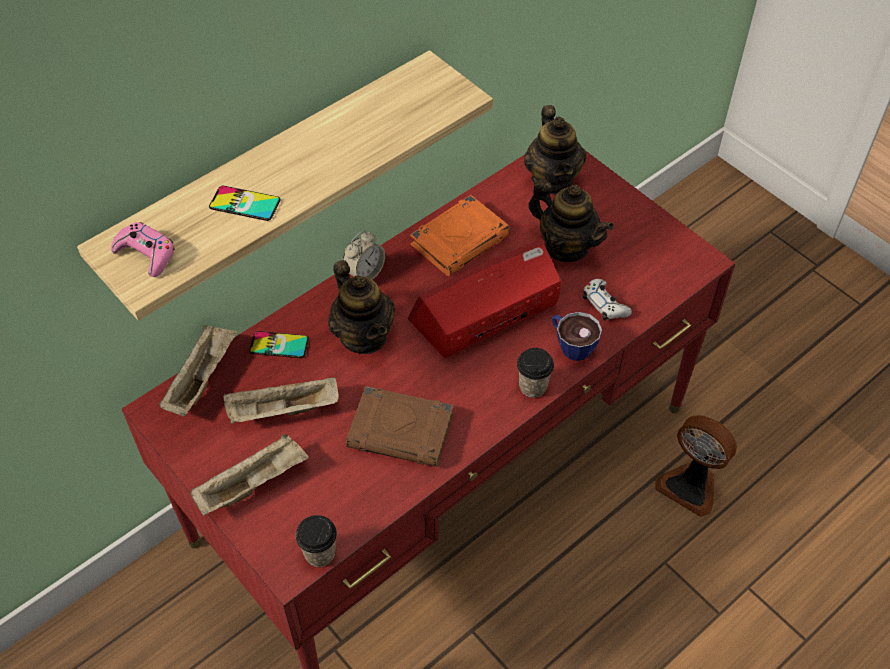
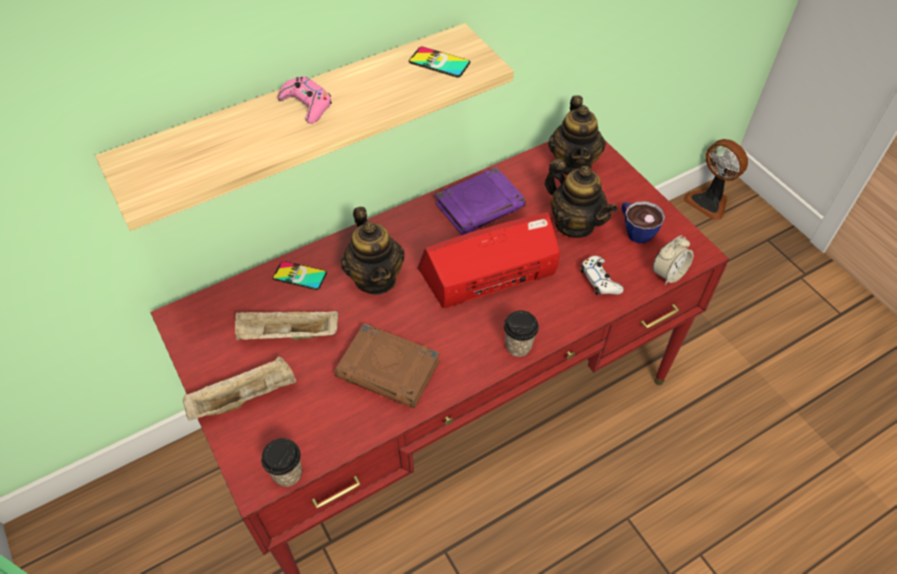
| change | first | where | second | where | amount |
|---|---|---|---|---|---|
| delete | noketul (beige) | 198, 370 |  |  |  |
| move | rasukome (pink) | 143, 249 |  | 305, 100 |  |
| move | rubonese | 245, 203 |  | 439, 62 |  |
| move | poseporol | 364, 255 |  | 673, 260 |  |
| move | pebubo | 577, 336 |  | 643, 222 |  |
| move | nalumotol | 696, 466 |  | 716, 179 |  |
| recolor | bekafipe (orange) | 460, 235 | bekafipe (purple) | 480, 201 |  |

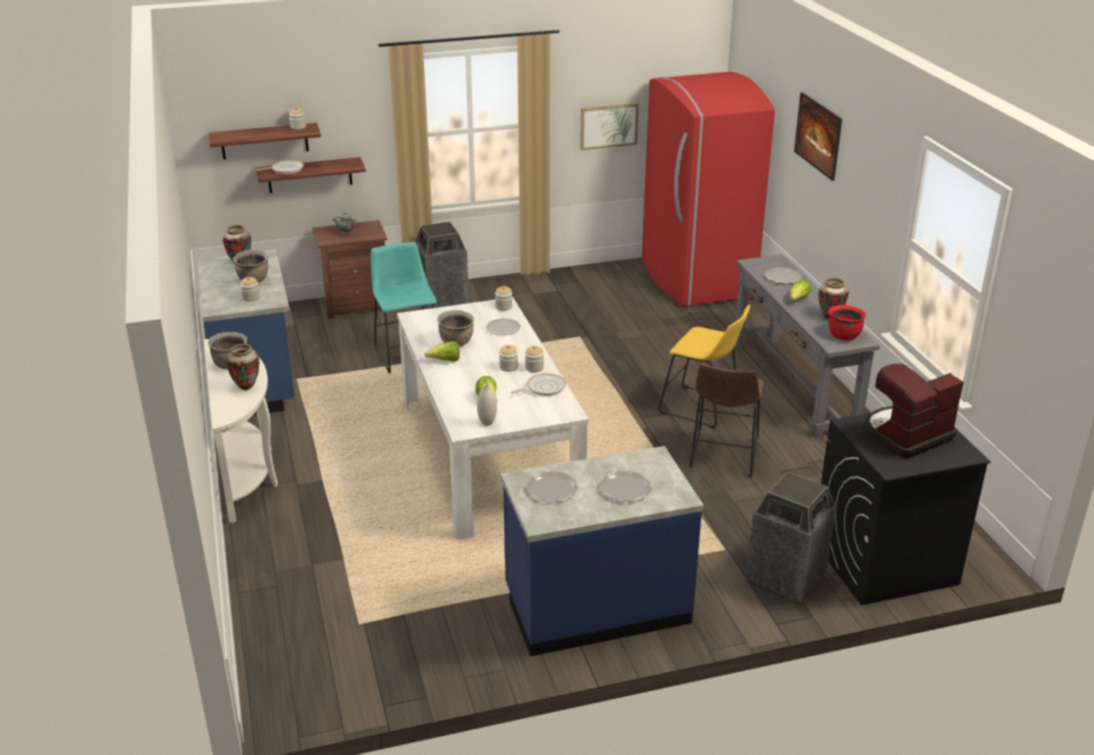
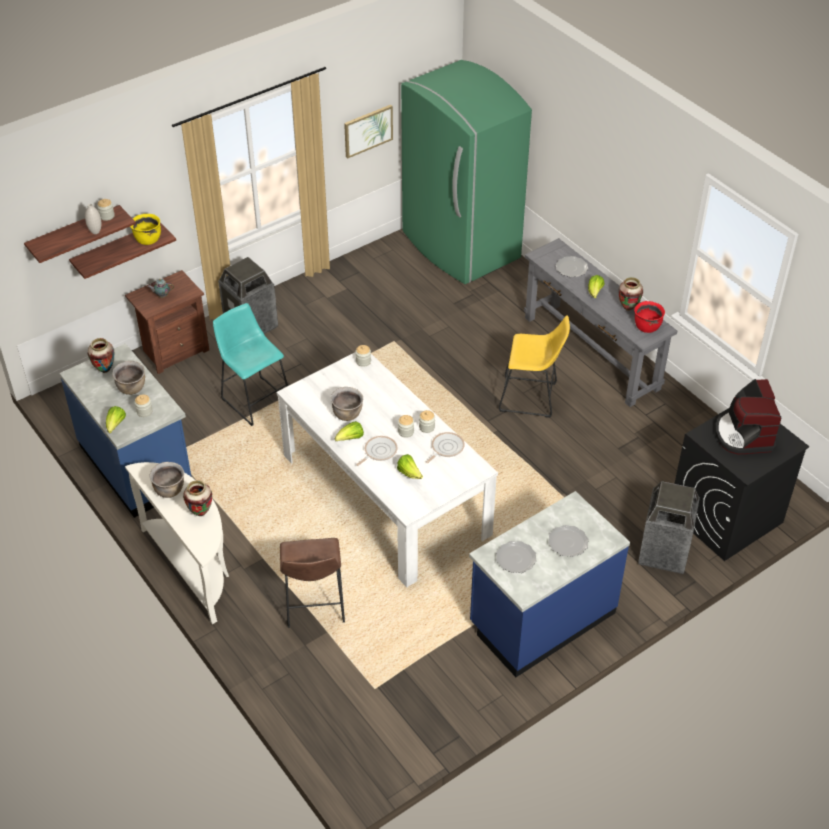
| change | first | where | second | where | amount |
|---|---|---|---|---|---|
| delete | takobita | 503, 326 |  |  |  |
| delete | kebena | 818, 136 |  |  |  |
| insert |  |  | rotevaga | 116, 419 |  |
| insert |  |  | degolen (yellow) | 145, 229 |  |
| move | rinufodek | 280, 167 |  | 377, 451 |  |
| move | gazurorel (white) | 487, 405 |  | 93, 219 |  |
| move | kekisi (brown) | 726, 420 |  | 312, 583 |  |
| recolor | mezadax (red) | 708, 189 | mezadax (green) | 466, 172 |  |
| rotate | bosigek | 914, 411 |  | 748, 416 | 45 degrees counterclockwise |

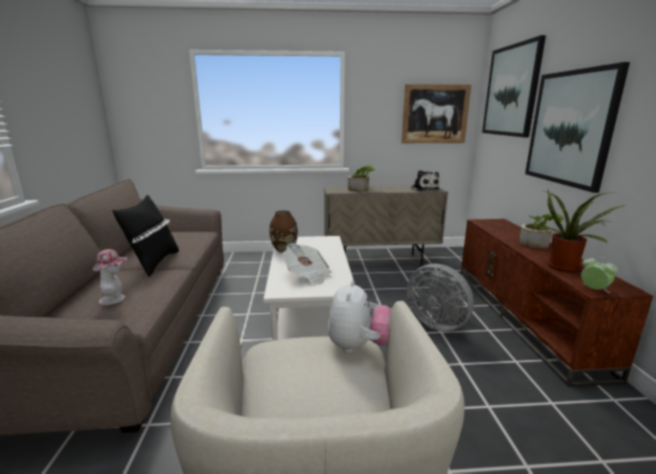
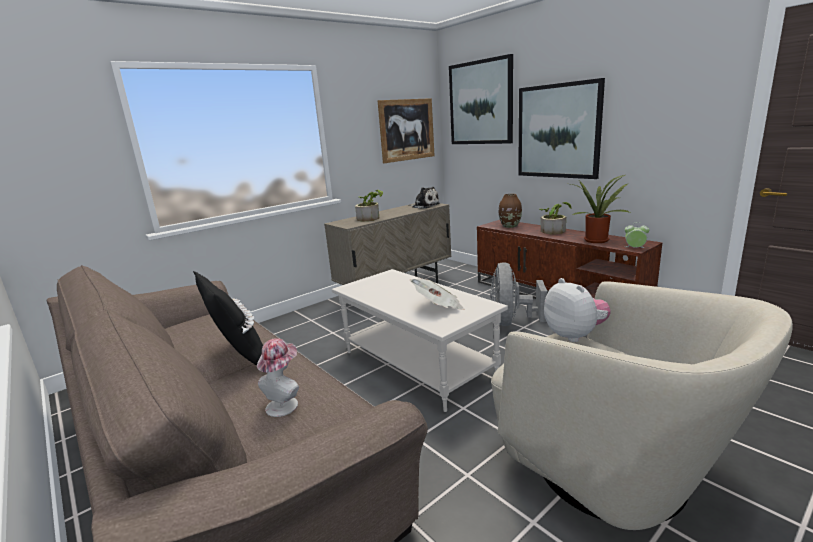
| change | first | where | second | where | amount |
|---|---|---|---|---|---|
| move | gazurorel (brown) | 284, 231 |  | 510, 211 |  |
| rotate | nalumotol (grey) | 440, 297 |  | 518, 294 | 90 degrees clockwise |

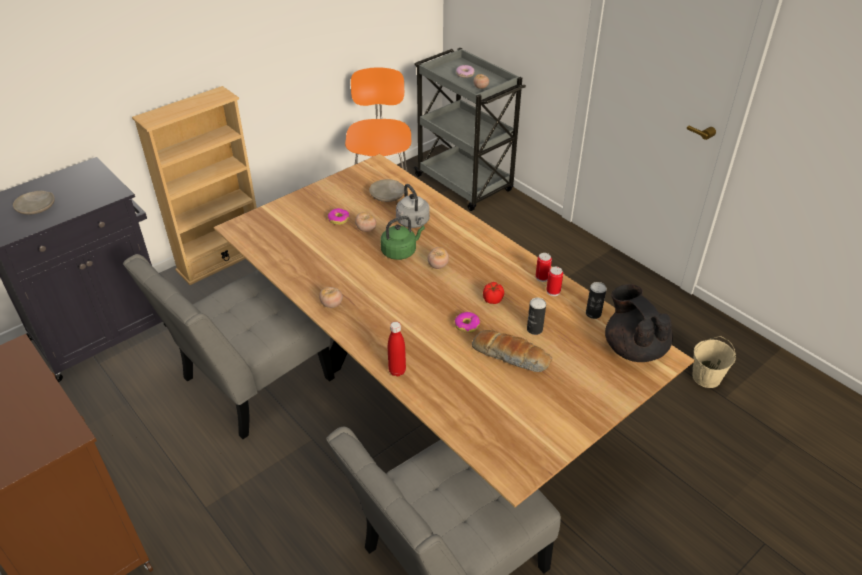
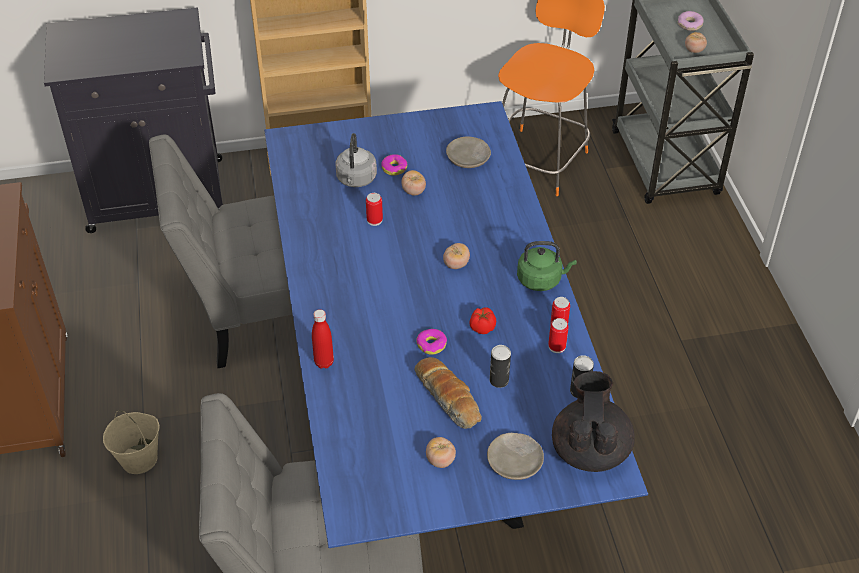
| change | first | where | second | where | amount |
|---|---|---|---|---|---|
| insert |  |  | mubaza | 374, 209 |  |
| move | takobita (beige) | 34, 203 |  | 515, 456 |  |
| move | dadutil | 331, 297 |  | 441, 452 |  |
| move | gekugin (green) | 402, 238 |  | 547, 266 |  |
| move | gekugin (grey) | 413, 206 |  | 356, 160 |  |
| move | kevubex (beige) | 714, 362 |  | 131, 442 |  |
| recolor | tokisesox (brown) | 454, 330 | tokisesox (blue) | 456, 324 |  |

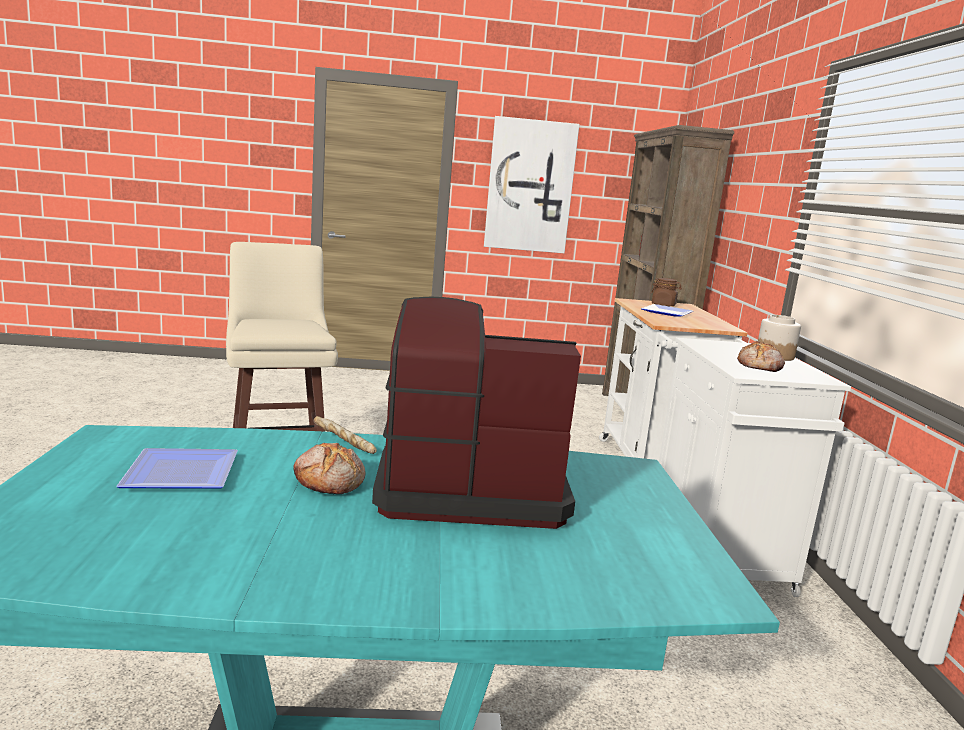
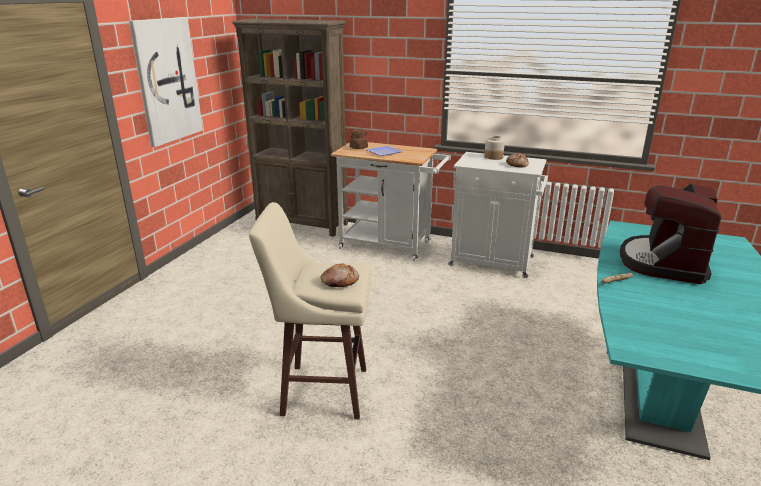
| change | first | where | second | where | amount |
|---|---|---|---|---|---|
| delete | takobita | 177, 468 |  |  |  |
| move | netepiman | 329, 468 |  | 340, 275 |  |

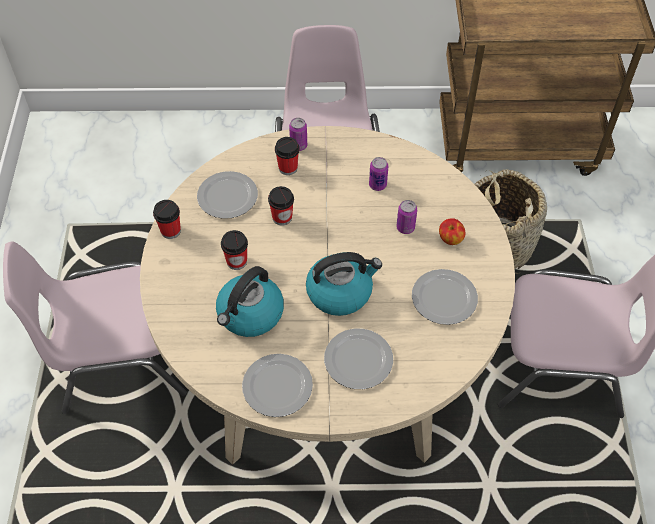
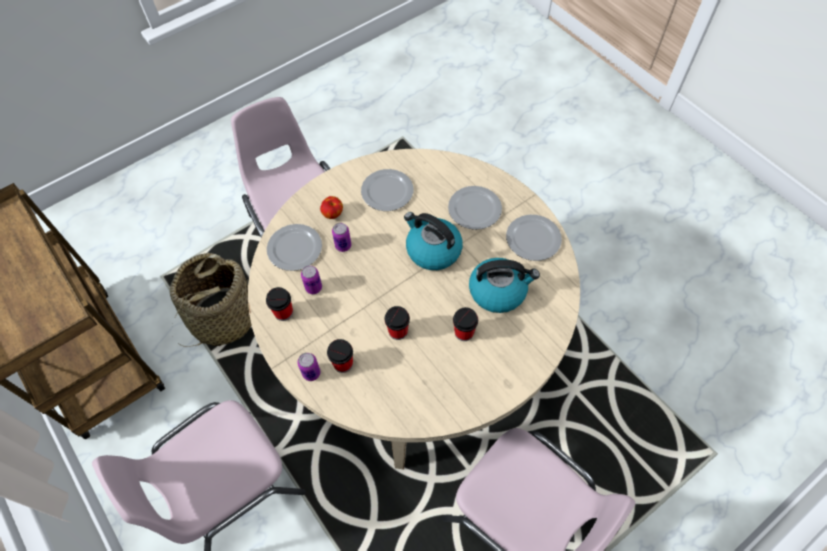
| change | first | where | second | where | amount |
|---|---|---|---|---|---|
| move | pebubo | 167, 219 |  | 279, 304 |  |
| move | takobita | 227, 195 |  | 294, 247 |  |

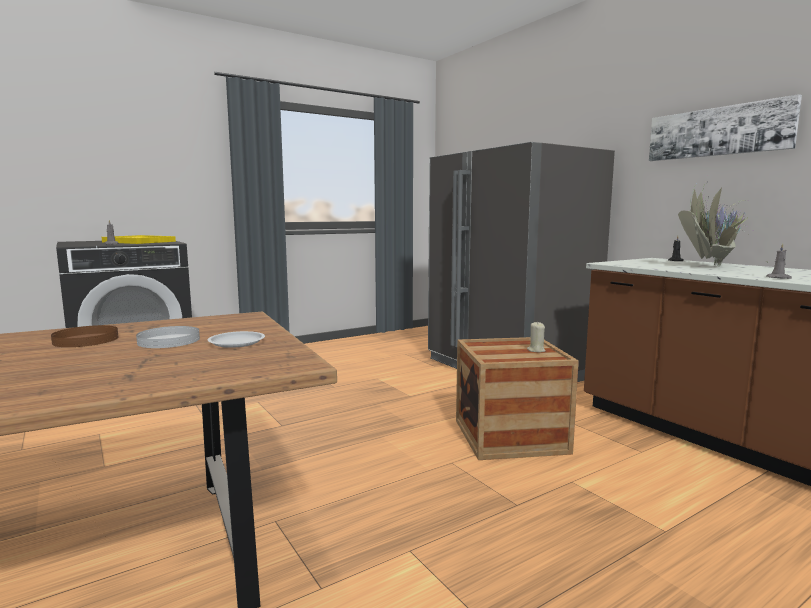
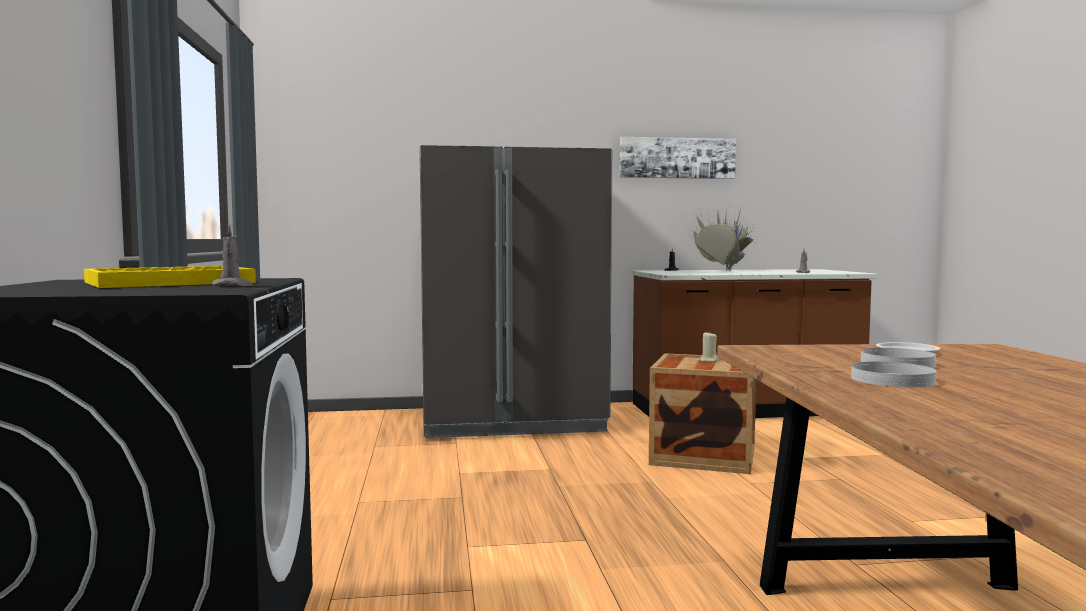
| change | first | where | second | where | amount |
|---|---|---|---|---|---|
| recolor | takobita (brown) | 85, 336 | takobita (white) | 893, 374 |  |

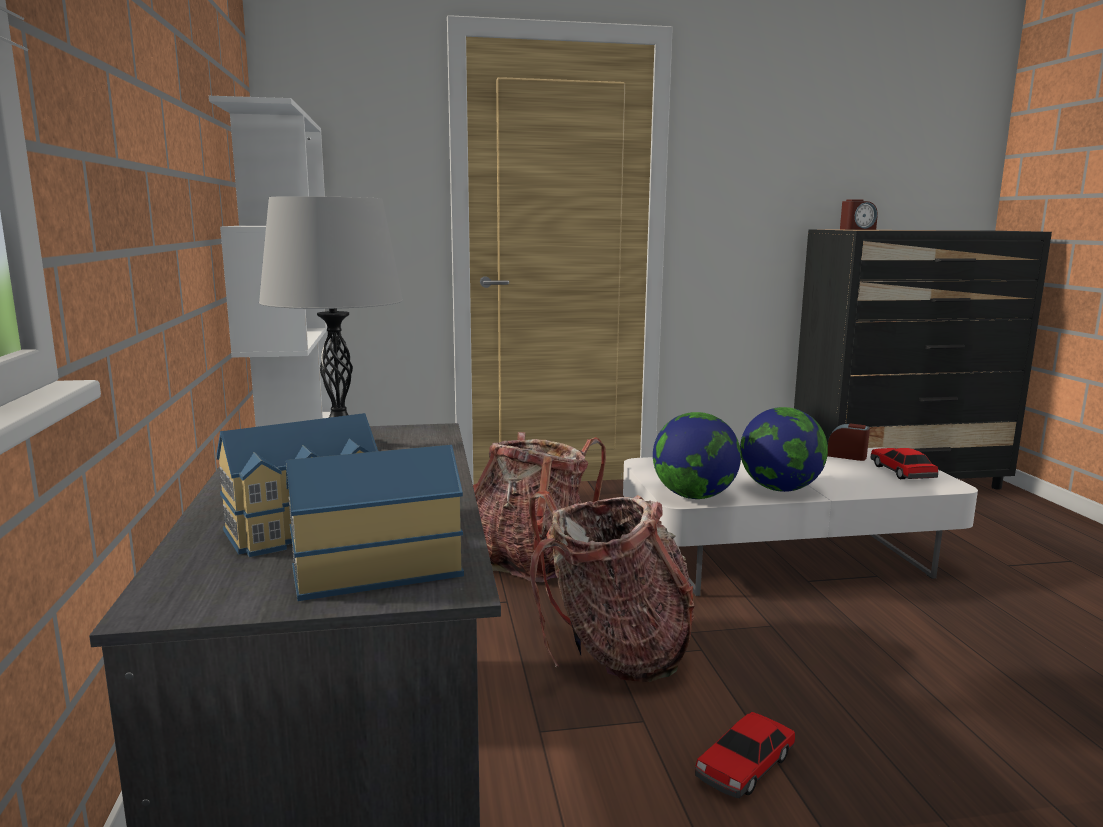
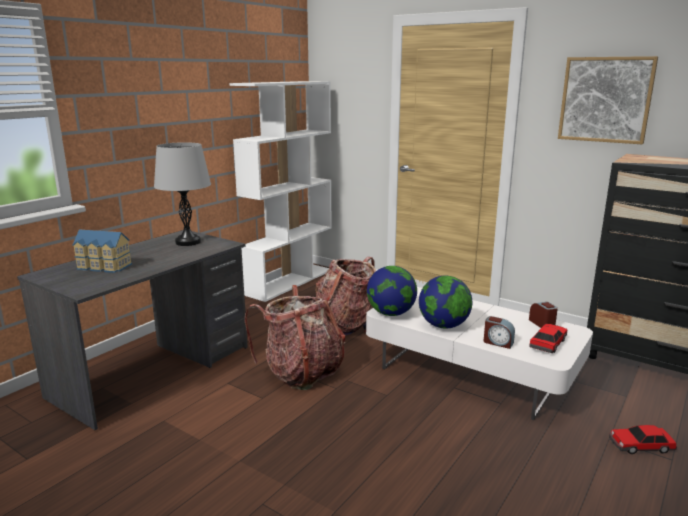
| change | first | where | second | where | amount |
|---|---|---|---|---|---|
| delete | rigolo | 375, 523 |  |  |  |
| insert |  |  | kebena | 608, 100 |  |
| move | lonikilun | 745, 755 |  | 643, 439 |  |
| move | poseporol | 859, 214 |  | 499, 332 |  |

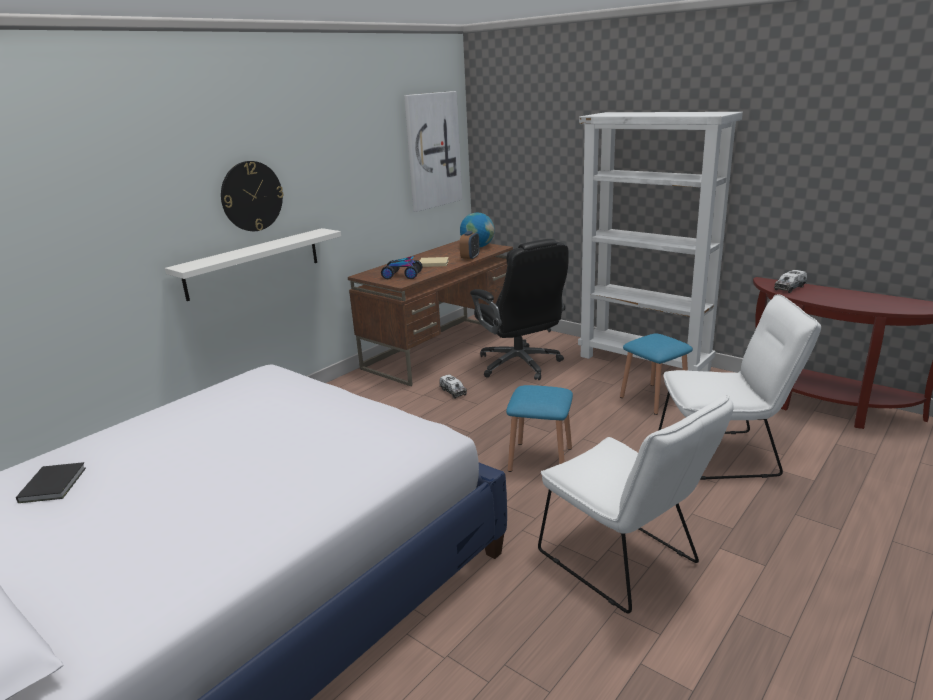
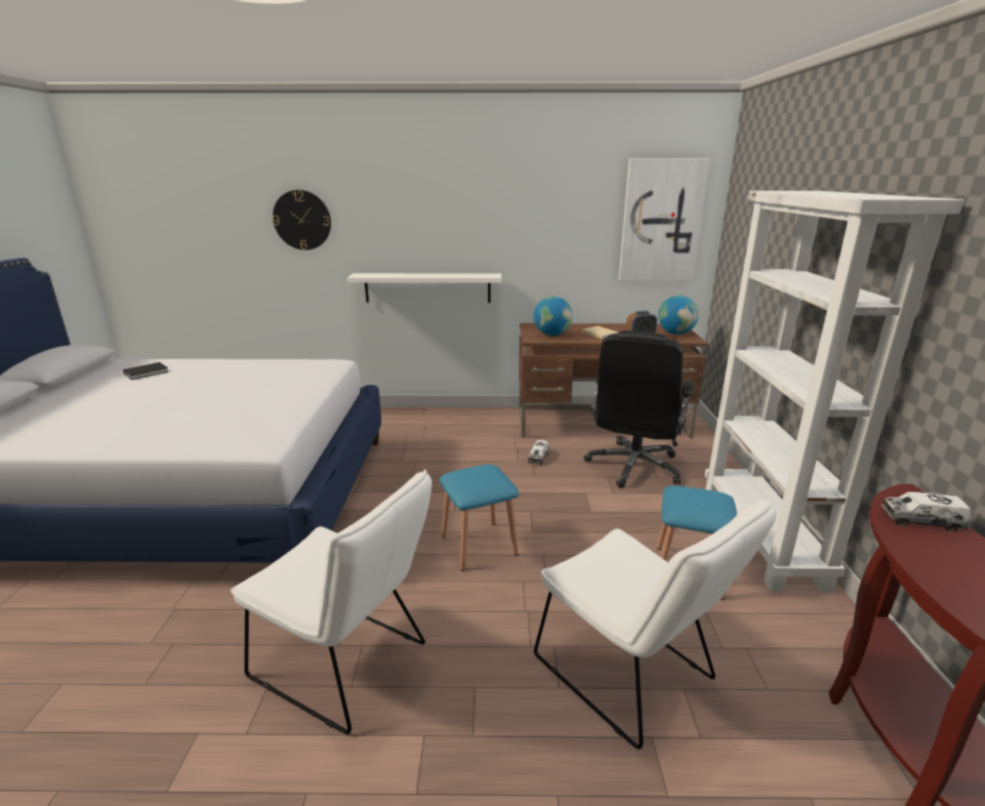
| change | first | where | second | where | amount |
|---|---|---|---|---|---|
| move | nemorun | 252, 196 |  | 301, 220 |  |
| replace | lonikilun | 401, 267 | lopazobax | 553, 316 |  |
| rotate | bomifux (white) | 636, 504 |  | 331, 601 | 75 degrees counterclockwise |

